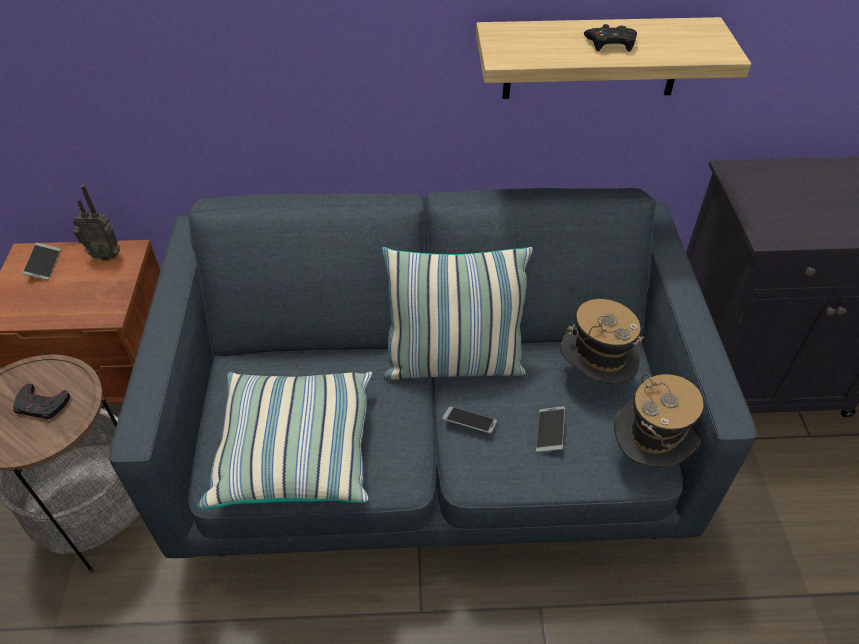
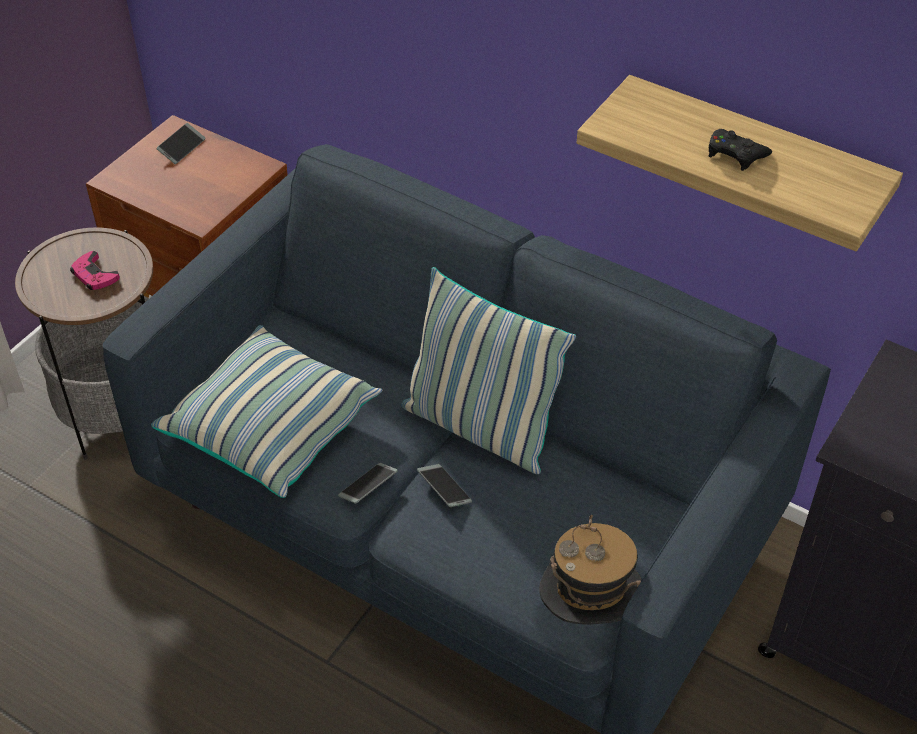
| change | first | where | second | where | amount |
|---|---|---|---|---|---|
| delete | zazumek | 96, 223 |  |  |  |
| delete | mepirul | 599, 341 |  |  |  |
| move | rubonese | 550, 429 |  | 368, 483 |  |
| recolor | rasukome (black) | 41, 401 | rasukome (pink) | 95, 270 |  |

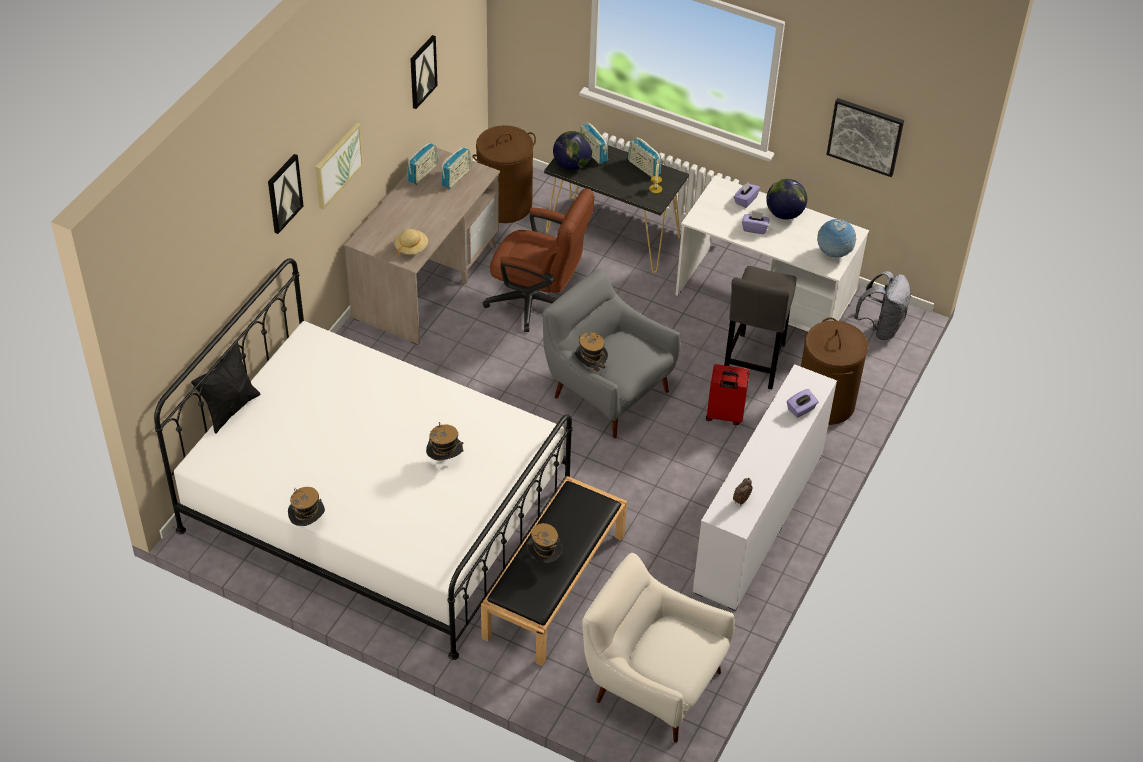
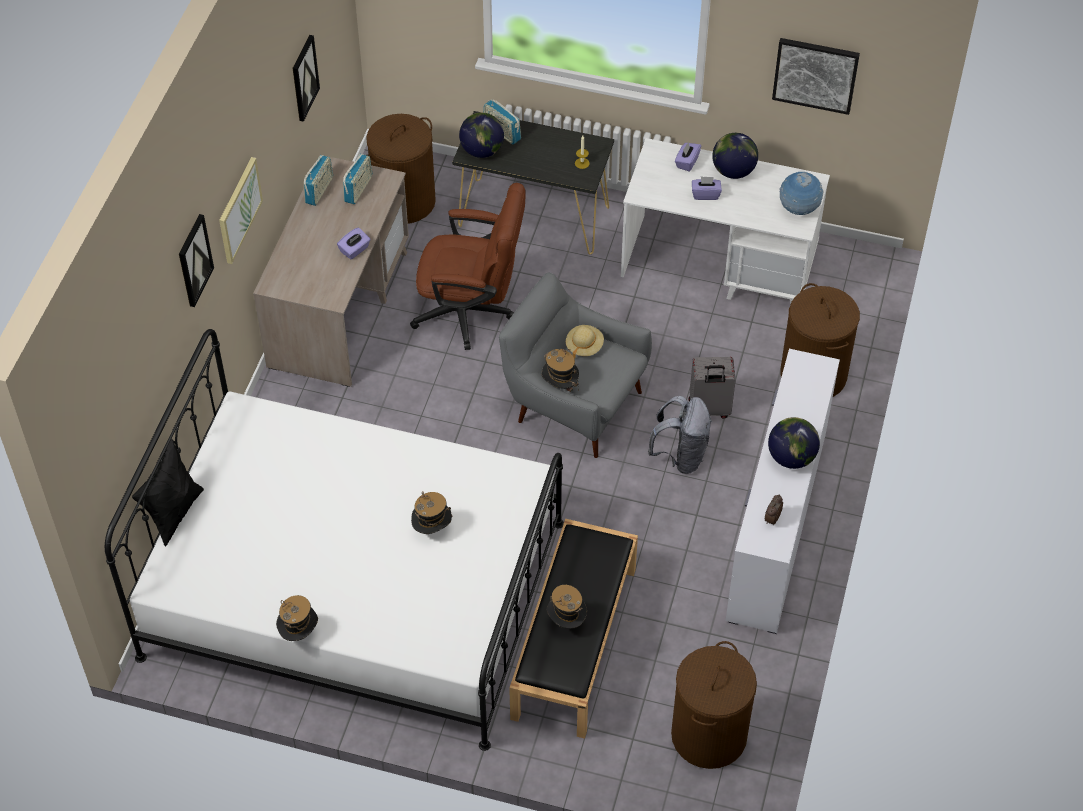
| change | first | where | second | where | amount |
|---|---|---|---|---|---|
| delete | zazumek | 644, 157 |  |  |  |
| delete | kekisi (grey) | 760, 327 |  |  |  |
| insert |  |  | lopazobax | 794, 443 |  |
| move | mepirul (beige) | 411, 242 |  | 585, 342 |  |
| move | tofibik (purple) | 802, 403 |  | 354, 243 |  |
| move | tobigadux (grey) | 883, 305 |  | 680, 435 |  |
| replace | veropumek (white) | 658, 648 | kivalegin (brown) | 714, 705 |  |
| recolor | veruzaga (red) | 728, 394 | veruzaga (grey) | 712, 388 |  |

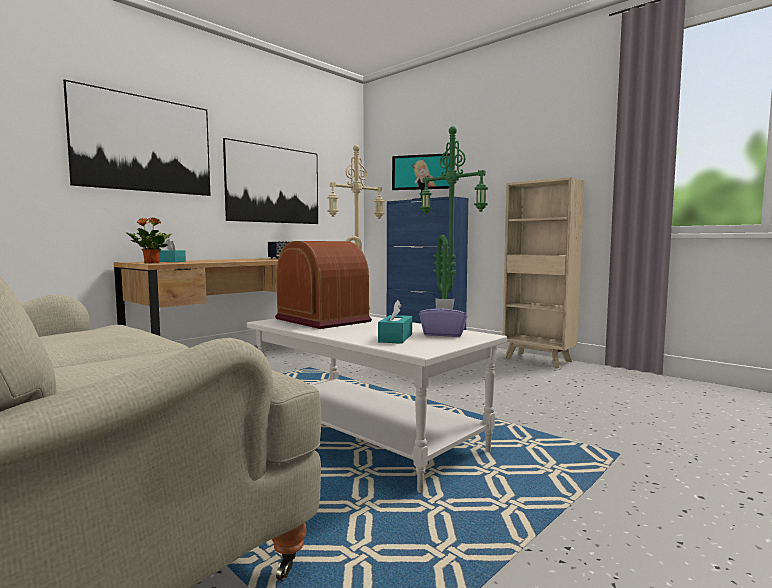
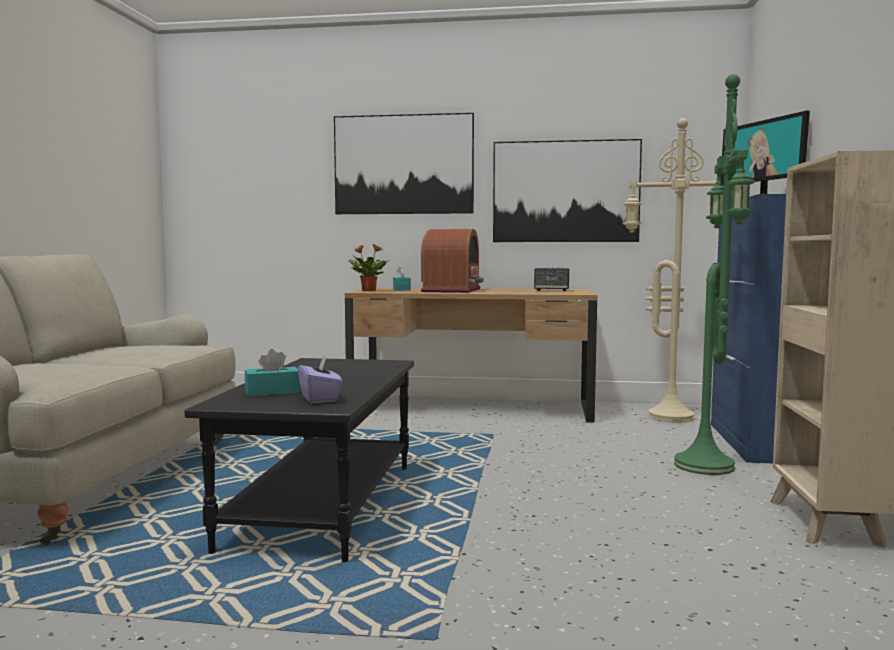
| change | first | where | second | where | amount |
|---|---|---|---|---|---|
| move | zazumek | 323, 285 |  | 452, 261 |  |
| recolor | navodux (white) | 377, 404 | navodux (black) | 299, 460 |  |

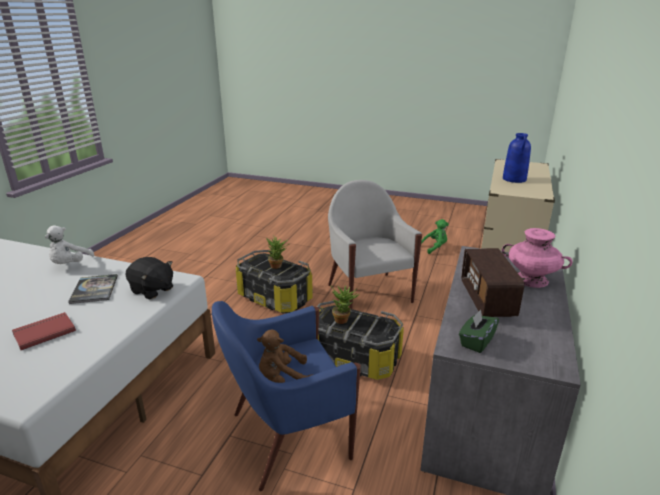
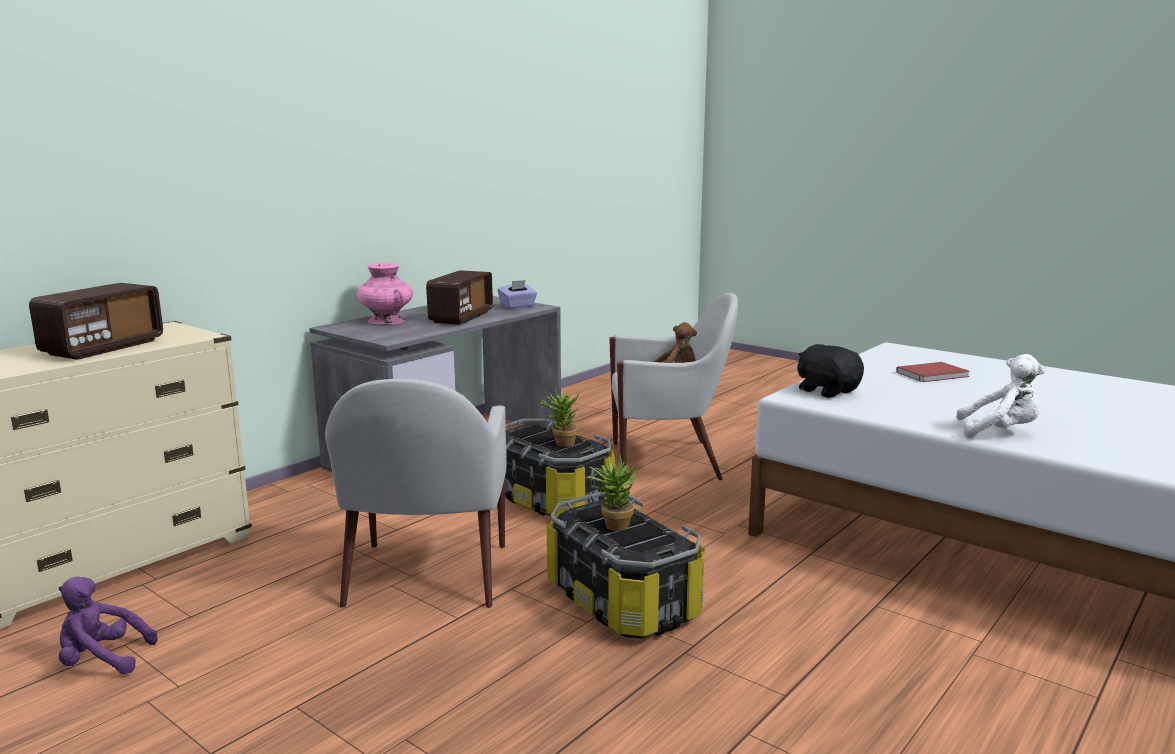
| change | first | where | second | where | amount |
|---|---|---|---|---|---|
| delete | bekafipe | 93, 289 |  |  |  |
| replace | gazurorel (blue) | 517, 158 | zazumek | 96, 321 |  |
| recolor | veropumek (blue) | 286, 396 | veropumek (white) | 673, 387 |  |
| recolor | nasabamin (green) | 435, 236 | nasabamin (purple) | 108, 625 |  |
| recolor | tofibik (green) | 479, 331 | tofibik (purple) | 517, 294 |  |
| rotate | nasabamin (white) | 69, 244 |  | 1000, 396 | 75 degrees clockwise |

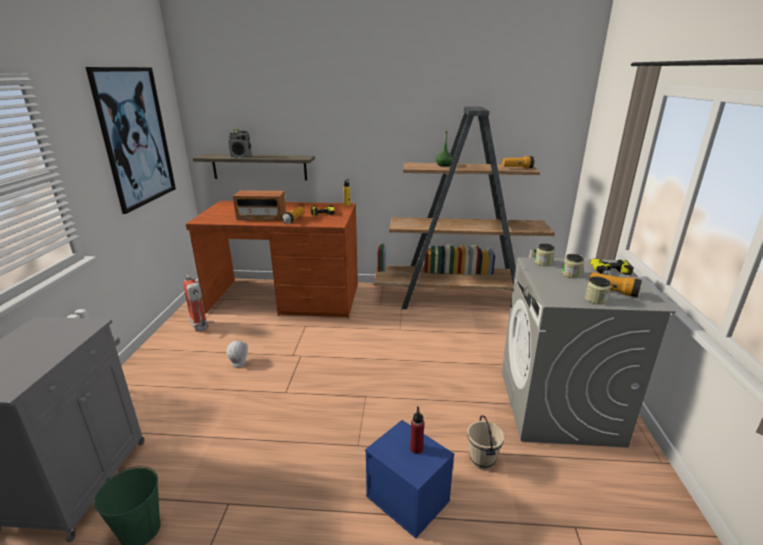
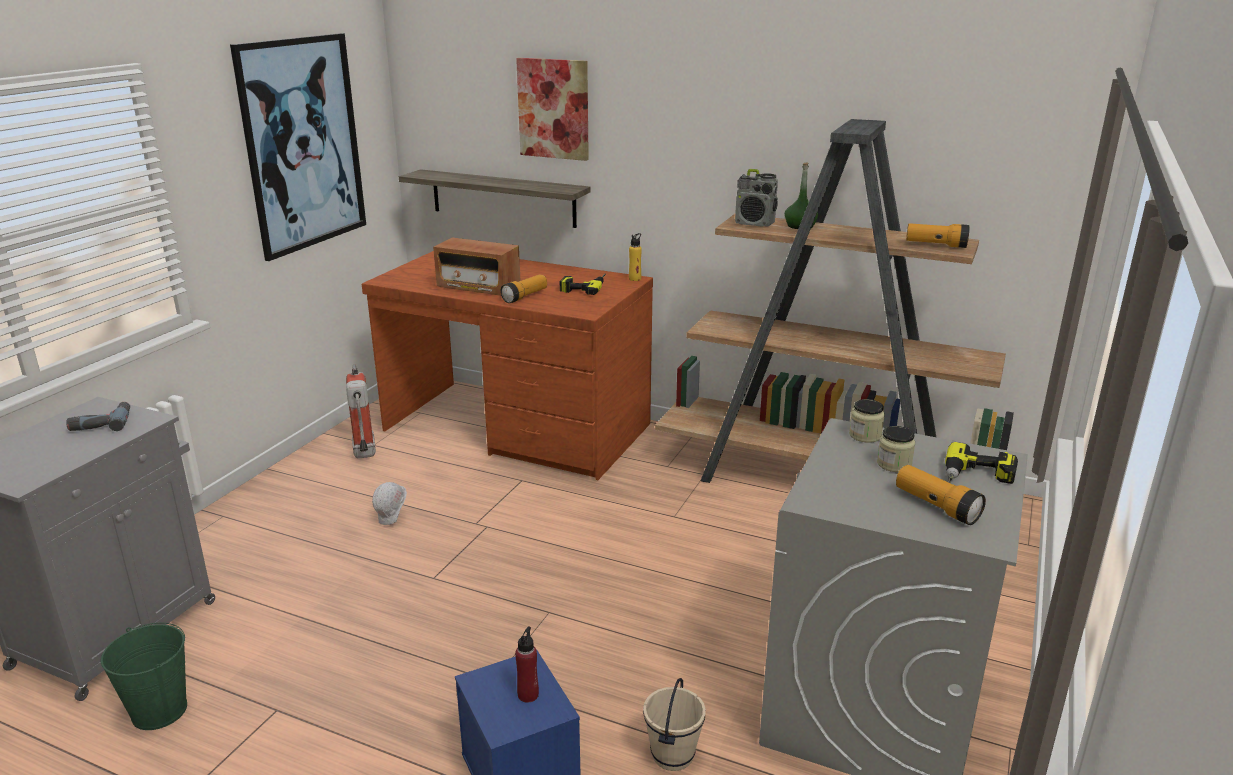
| change | first | where | second | where | amount |
|---|---|---|---|---|---|
| delete | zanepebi | 597, 291 |  |  |  |
| insert |  |  | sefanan | 98, 416 |  |
| insert |  |  | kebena | 552, 109 |  |
| move | zazumek | 240, 143 |  | 756, 198 |  |

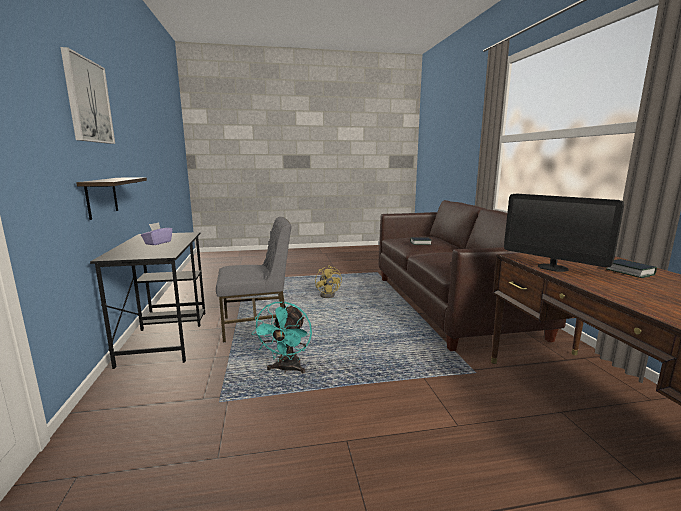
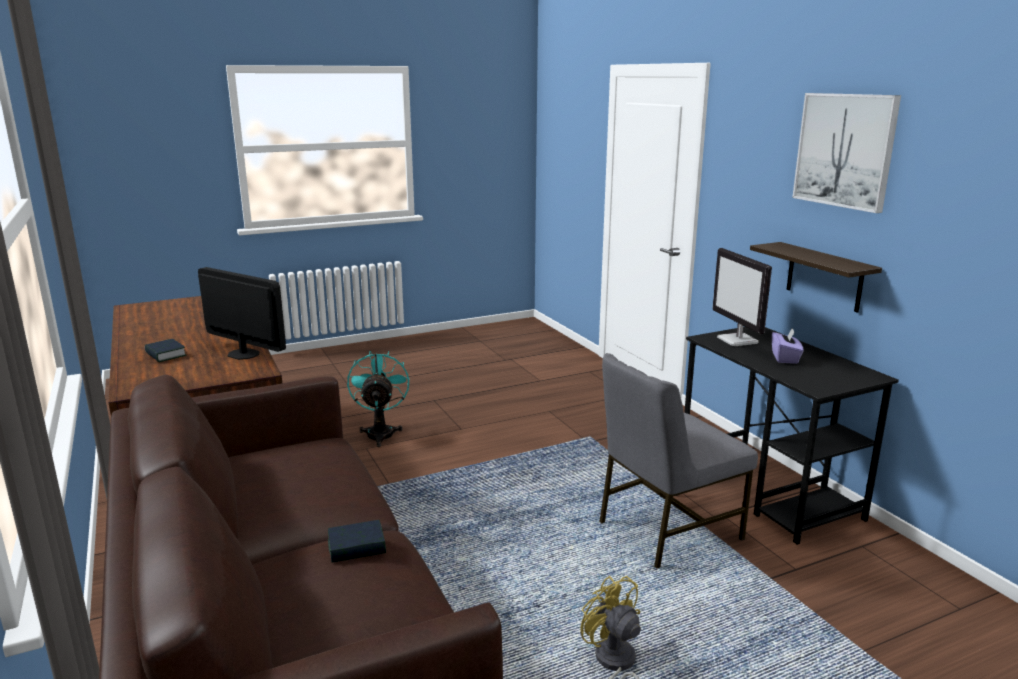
| change | first | where | second | where | amount |
|---|---|---|---|---|---|
| insert |  |  | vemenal | 742, 297 |  |
| move | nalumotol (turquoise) | 282, 337 |  | 378, 399 |  |

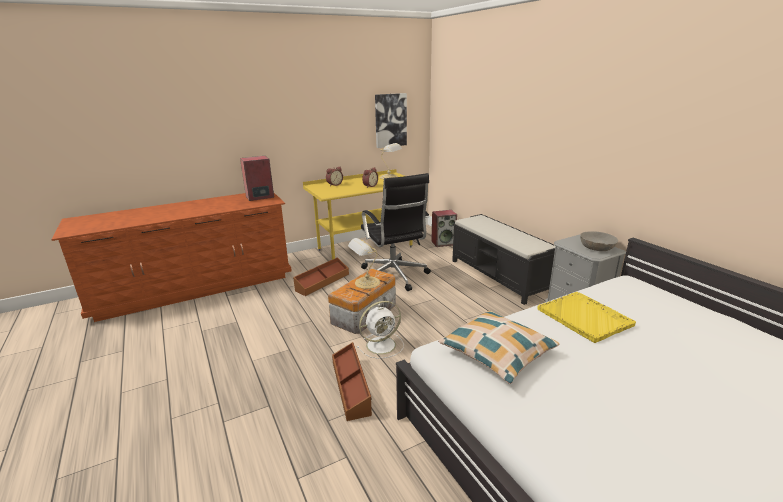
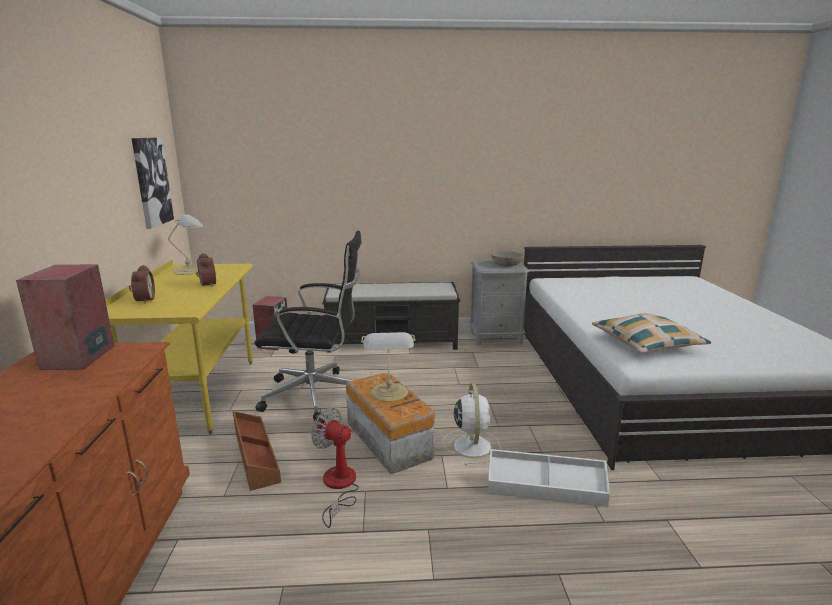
| change | first | where | second | where | amount |
|---|---|---|---|---|---|
| delete | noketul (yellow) | 587, 317 |  |  |  |
| insert |  |  | nalumotol | 335, 468 |  |
| recolor | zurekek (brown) | 352, 381 | zurekek (white) | 549, 478 |  |

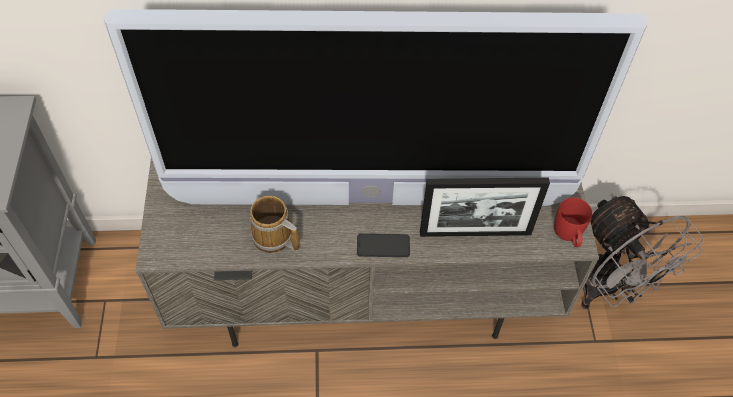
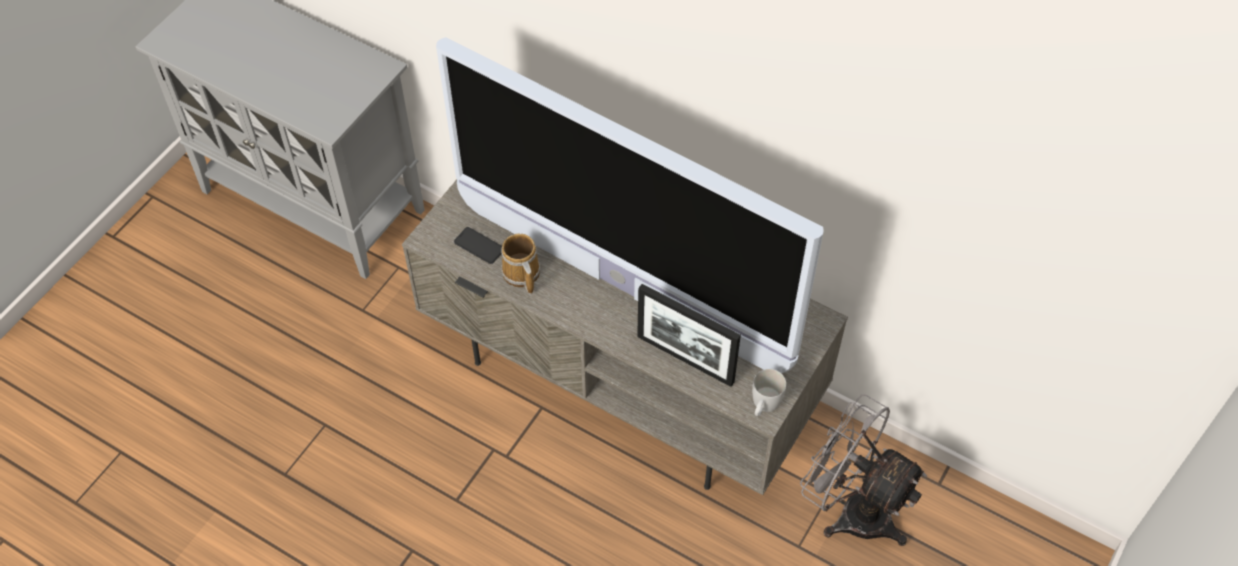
| change | first | where | second | where | amount |
|---|---|---|---|---|---|
| move | rubonese | 383, 245 |  | 478, 245 |  |
| recolor | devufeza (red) | 573, 222 | devufeza (white) | 769, 392 |  |
| rotate | nalumotol (grey) | 642, 251 |  | 863, 470 | 120 degrees clockwise |

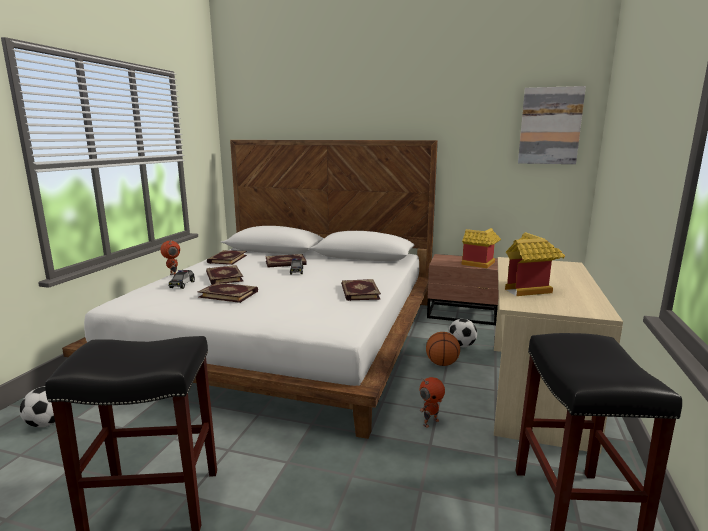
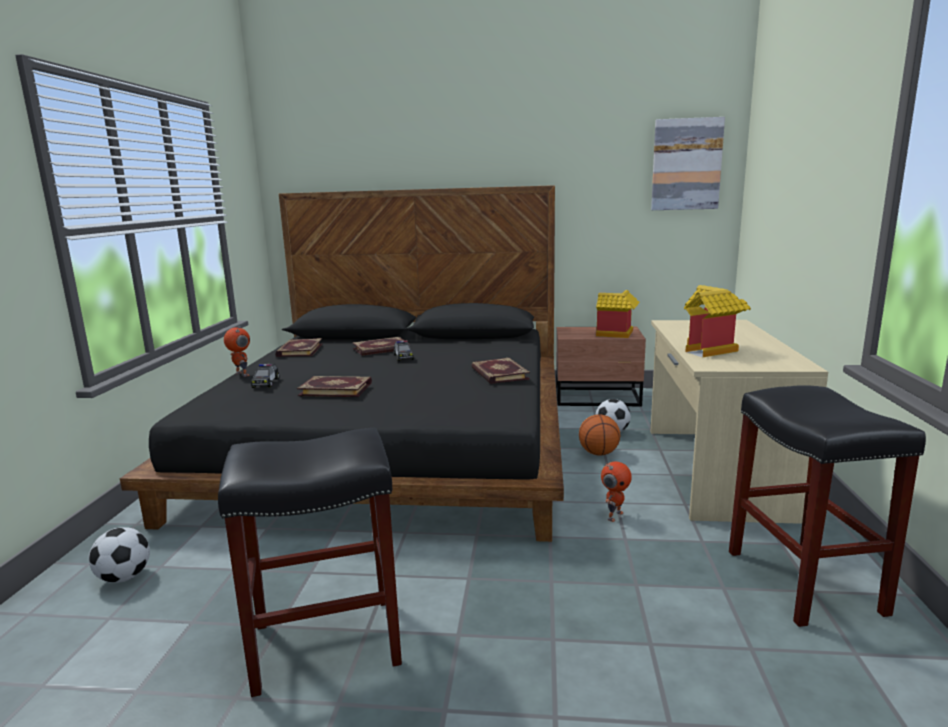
| change | first | where | second | where | amount |
|---|---|---|---|---|---|
| delete | bekafipe | 224, 275 |  |  |  |
| recolor | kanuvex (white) | 250, 289 | kanuvex (black) | 342, 363 |  |

